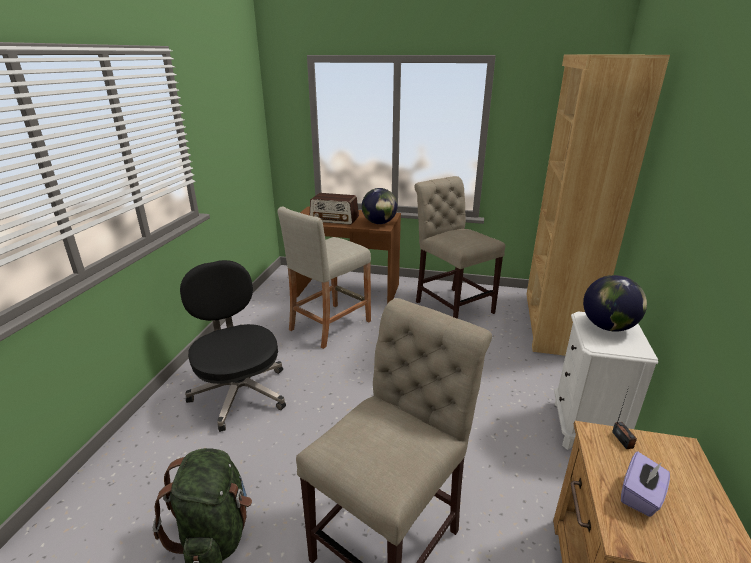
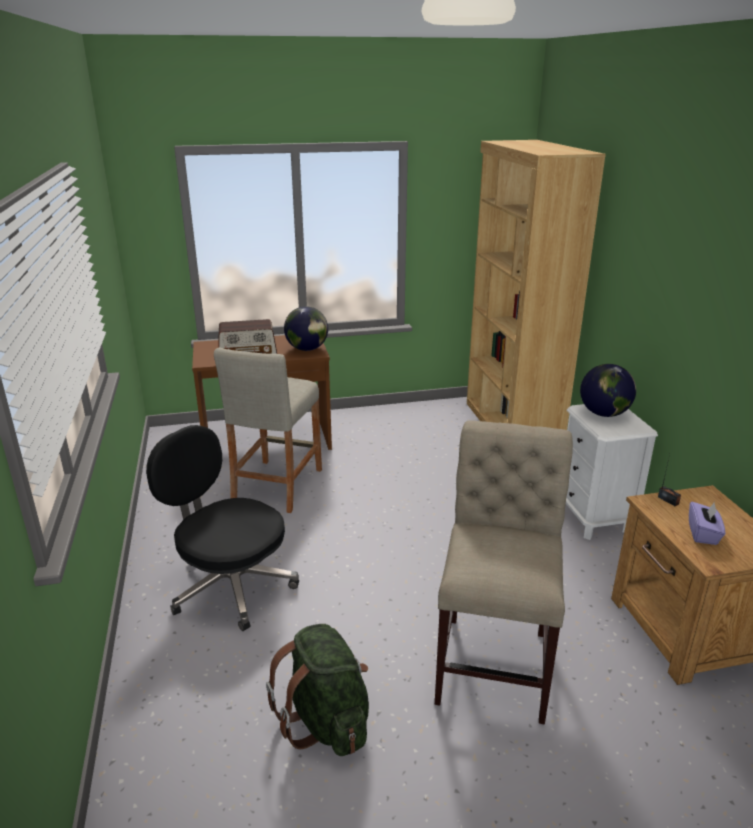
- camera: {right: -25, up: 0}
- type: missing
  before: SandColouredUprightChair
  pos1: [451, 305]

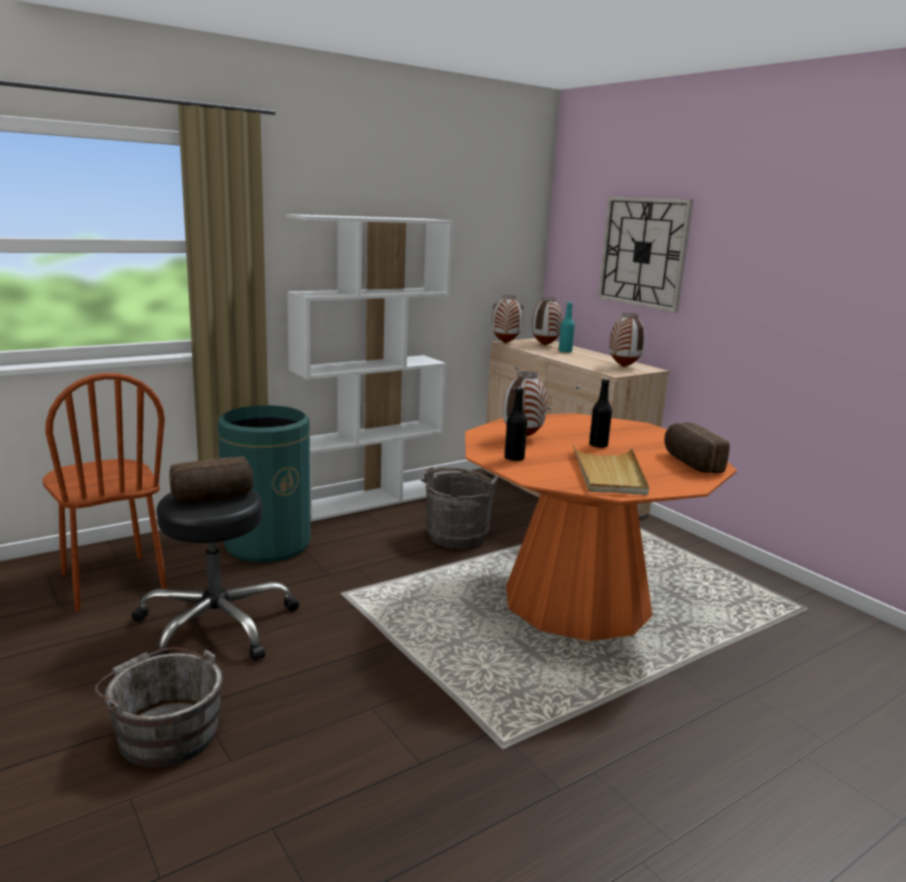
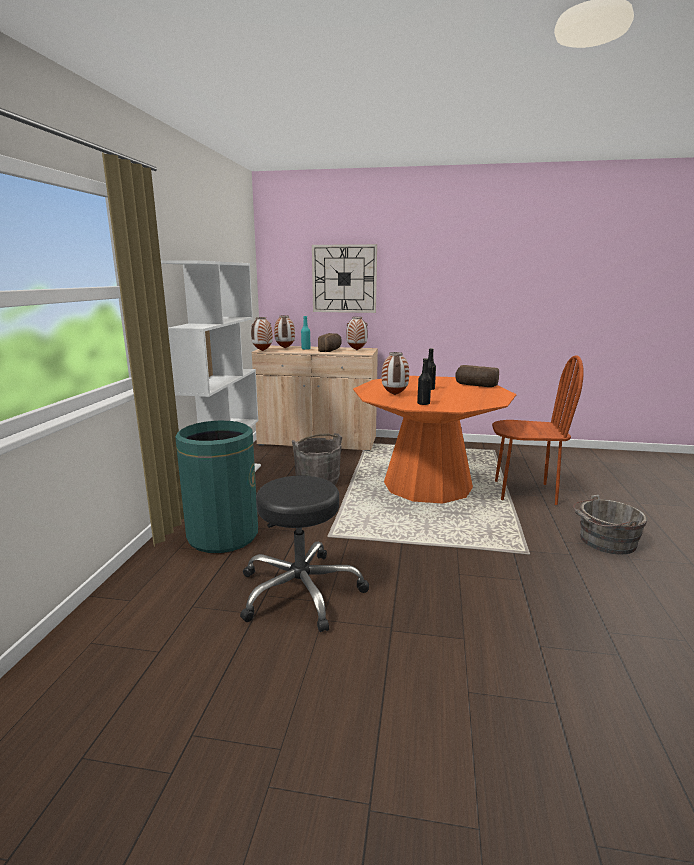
- camera: {right: -45, up: 0}
- type: relocated
  before: BrownUprightChair
  pos1: [112, 582]
  pos2: [524, 492]
- type: relocated
  before: GreyBucket
  pos1: [165, 732]
  pos2: [604, 541]
- type: relocated
  before: BakeryBread
  pos1: [213, 498]
  pos2: [331, 350]
- type: missing
  before: SandColouredCarryingTray
  pos1: [609, 474]

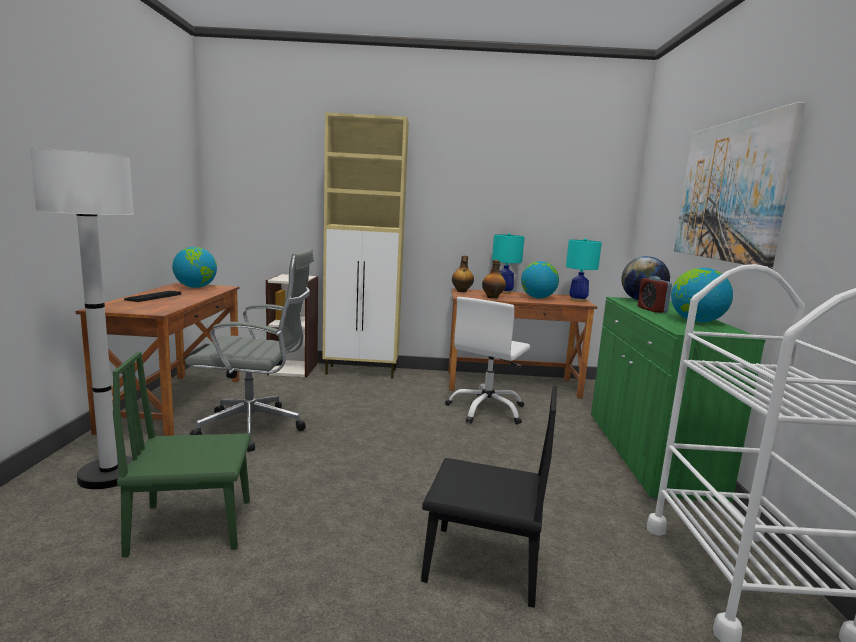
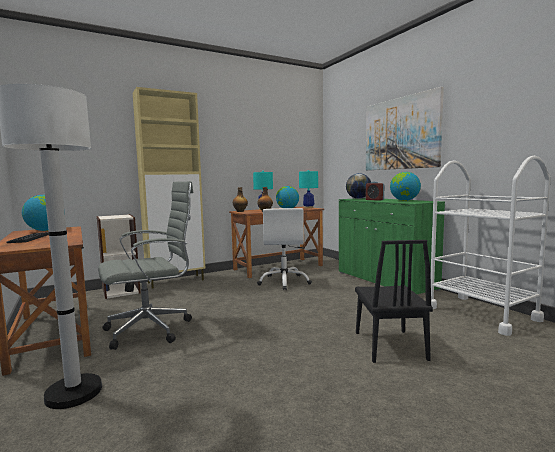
- camera: {right: -30, up: -5}
- type: missing
  before: GreenUprightChair
  pos1: [192, 526]
- type: spun
  before: BlackUprightChair
  pos1: [482, 564]
  pos2: [389, 345]
  turn: 105

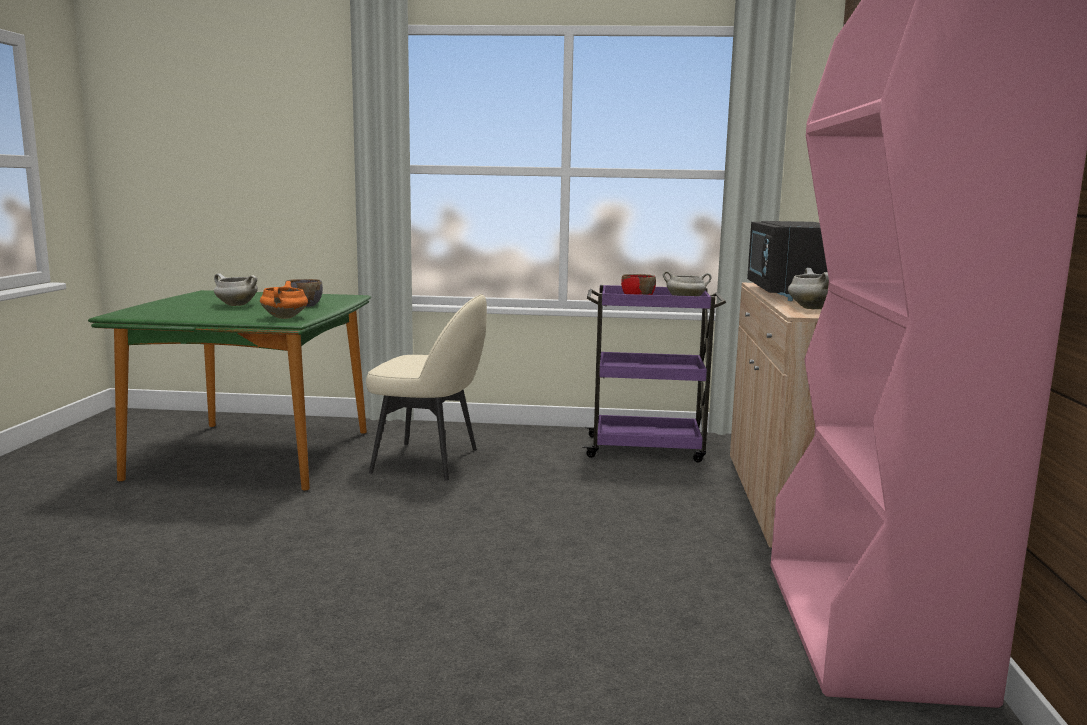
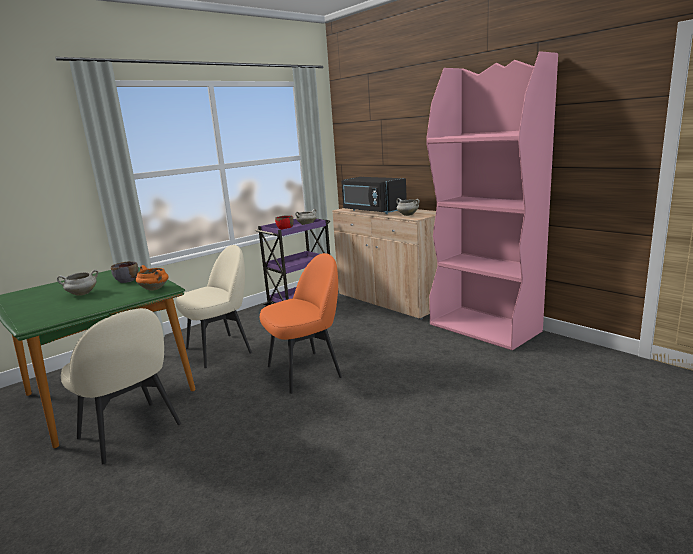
- camera: {right: -45, up: 5}
- type: appeared
  after: SandColouredUprightChair
  pos2: [131, 432]
- type: appeared
  after: OrangeColouredUprightChair
  pos2: [306, 371]

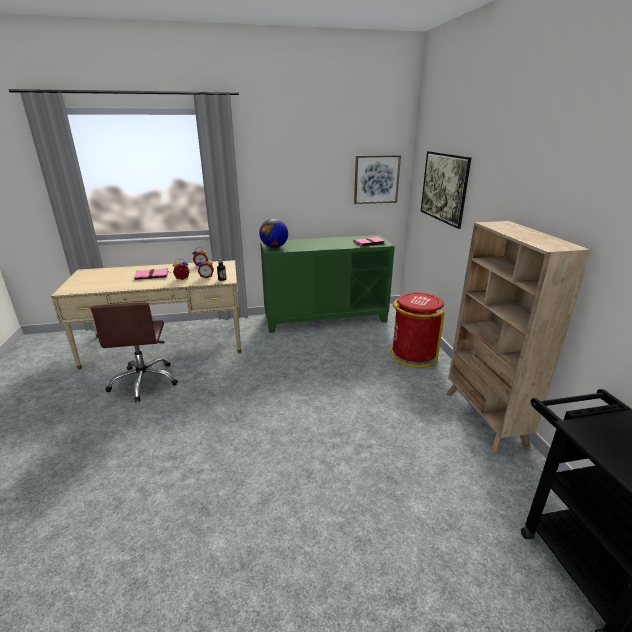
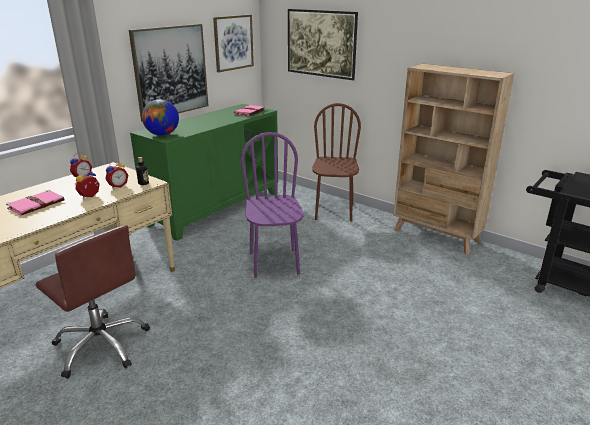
- camera: {right: -40, up: 0}
- type: exchanged
  before: ReddishTrashCan
  after: BrownUprightChair
  pos1: [413, 354]
  pos2: [333, 212]
- type: appeared
  after: WallPicture
  pos2: [170, 71]
- type: appeared
  after: PurpleUprightChair
  pos2: [274, 263]

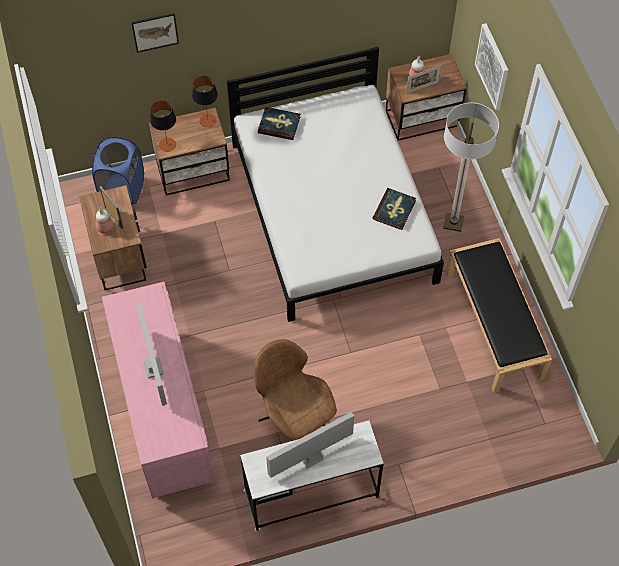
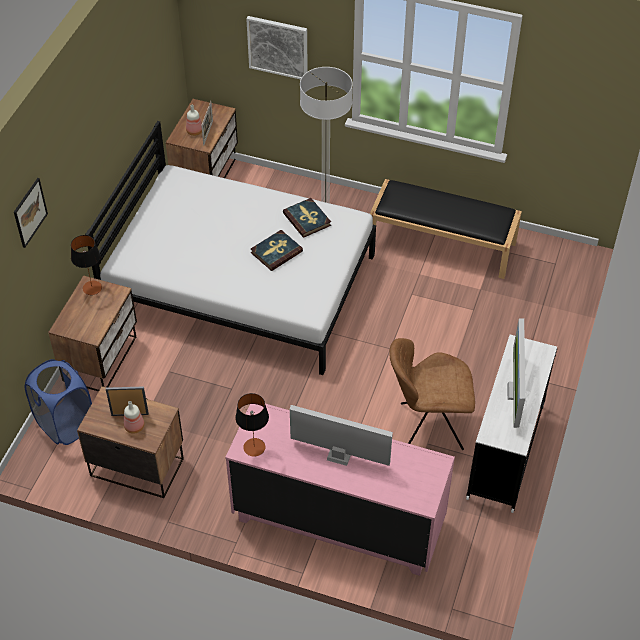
- camera: {right: -55, up: -10}
- type: relocated
  before: TableLamp
  pos1: [167, 144]
  pos2: [254, 447]
- type: relocated
  before: BoundBook
  pos1: [279, 125]
  pos2: [276, 252]

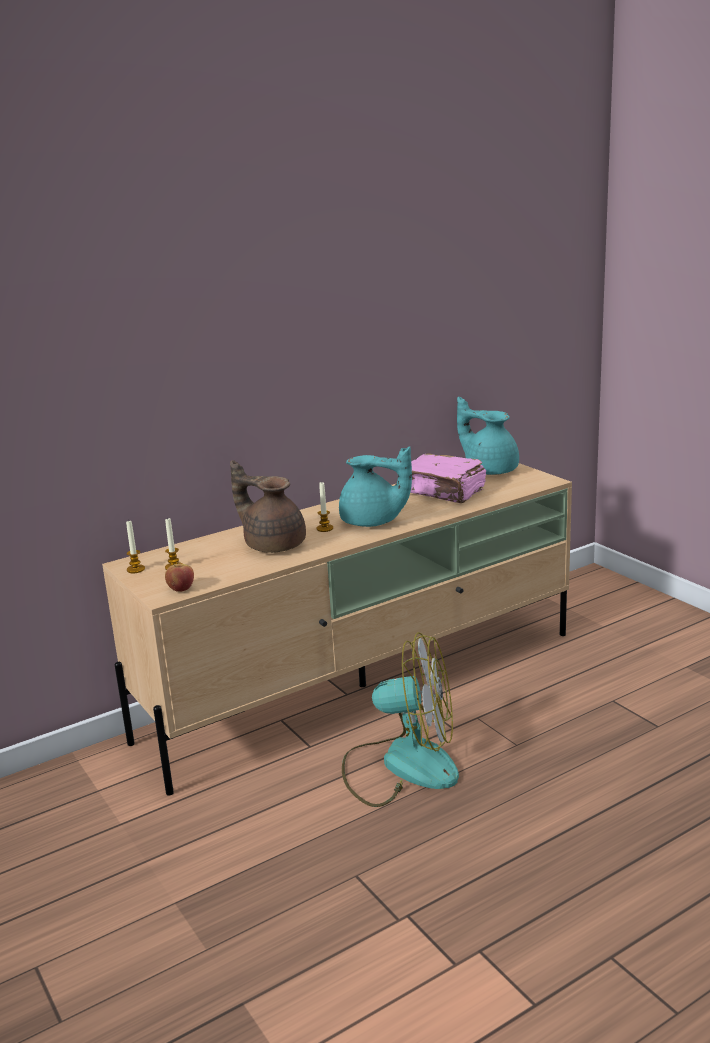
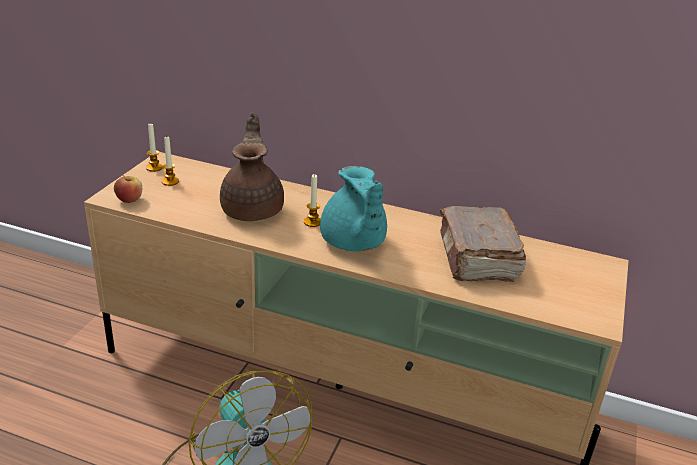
- camera: {right: 50, up: 10}
- type: colour
  before: PinkBoundBook
  after: BrownBoundBook
  pos1: [443, 492]
  pos2: [477, 258]
- type: missing
  before: BlueGreenTeapot
  pos1: [489, 469]

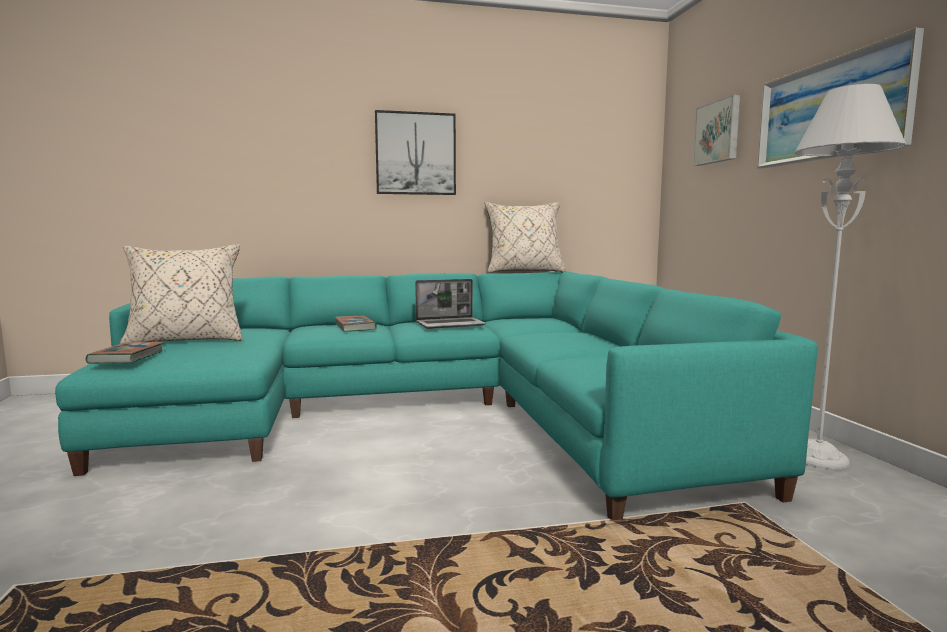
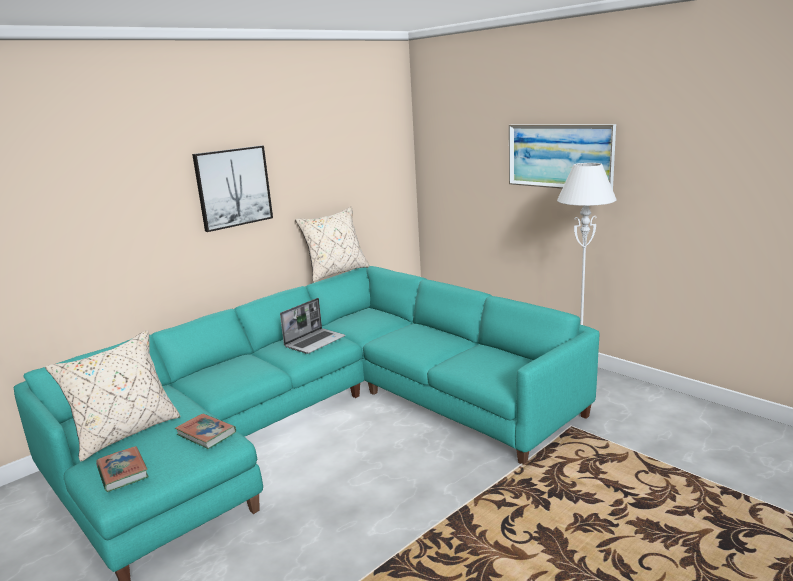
- camera: {right: -30, up: 10}
- type: relocated
  before: BoundBook
  pos1: [355, 327]
  pos2: [206, 434]
- type: missing
  before: WallPicture
  pos1: [718, 132]

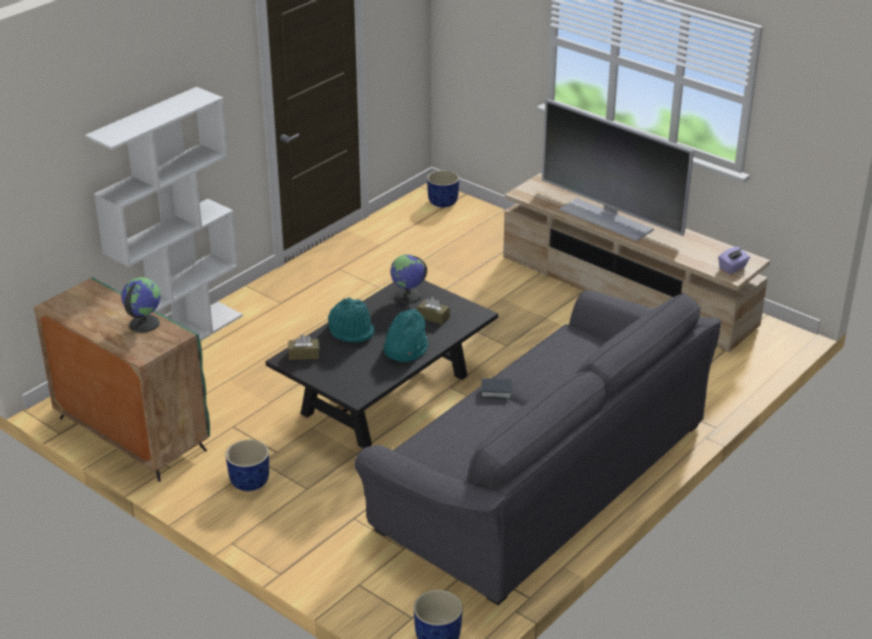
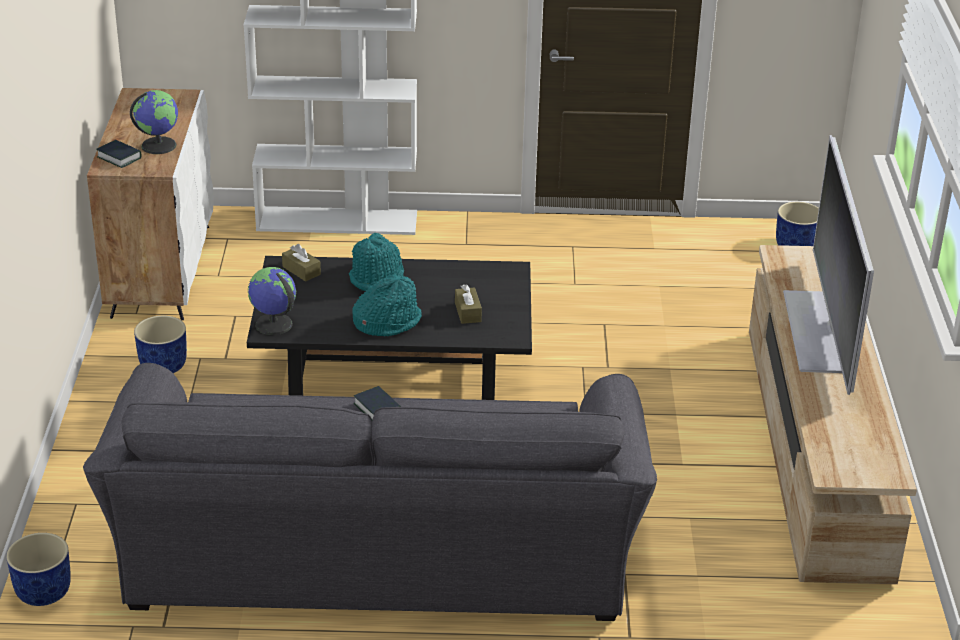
- camera: {right: 50, up: 0}
- type: colour
  before: GreenCabinet
  after: WhitishCabinet
  pos1: [131, 434]
  pos2: [161, 270]
- type: relocated
  before: WorldGlobe
  pos1: [408, 296]
  pos2: [273, 324]
- type: missing
  before: PurpleTissueBox
  pos1: [733, 268]
- type: appeared
  after: BoundBook
  pos2: [119, 157]

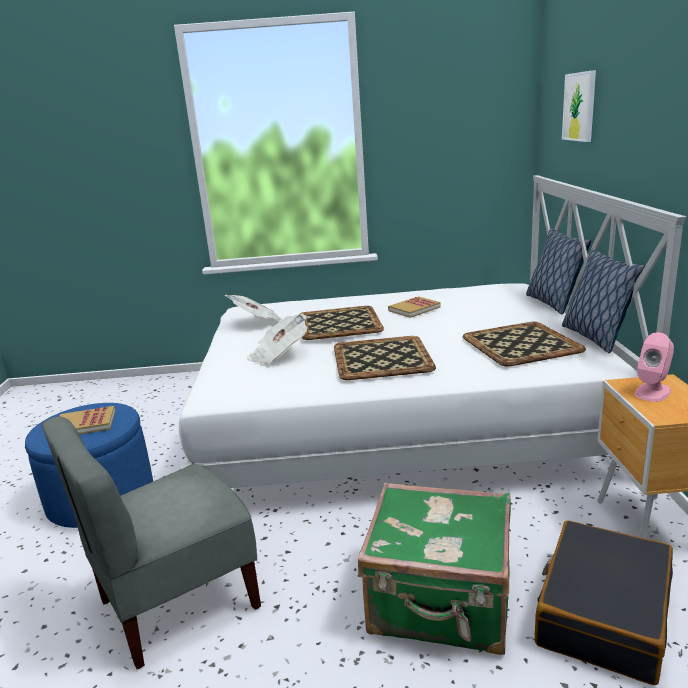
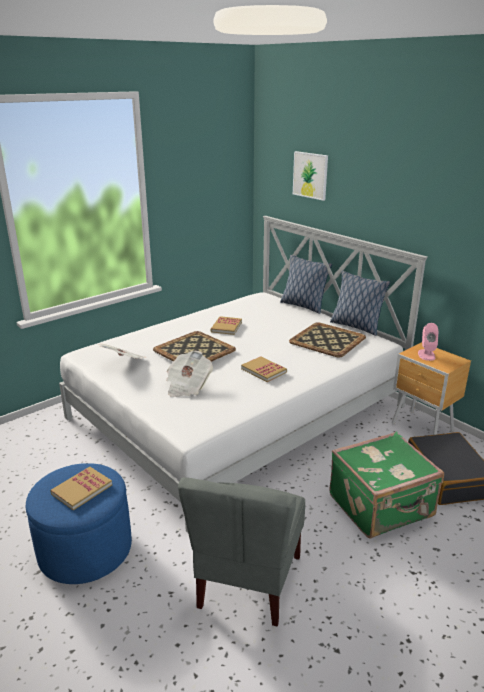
- camera: {right: -40, up: 5}
- type: exchanged
  before: CarryingTray
  after: BoundBook
  pos1: [381, 358]
  pos2: [263, 370]

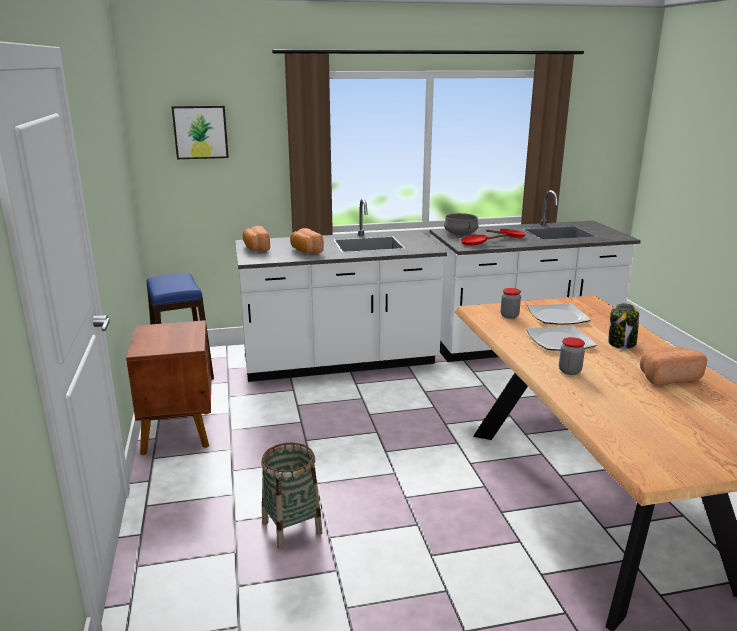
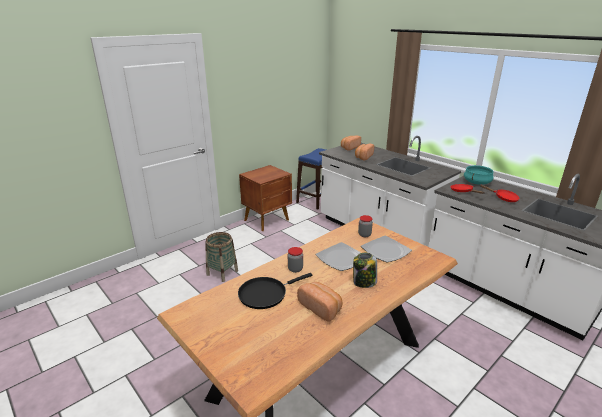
- camera: {right: 60, up: 5}
- type: missing
  before: WallPicture
  pos1: [200, 132]
- type: colour
  before: GreyCookingPot
  after: BlueGreenCookingPot
  pos1: [460, 234]
  pos2: [476, 182]
- type: appeared
  after: BlackFryingPan
  pos2: [265, 294]

